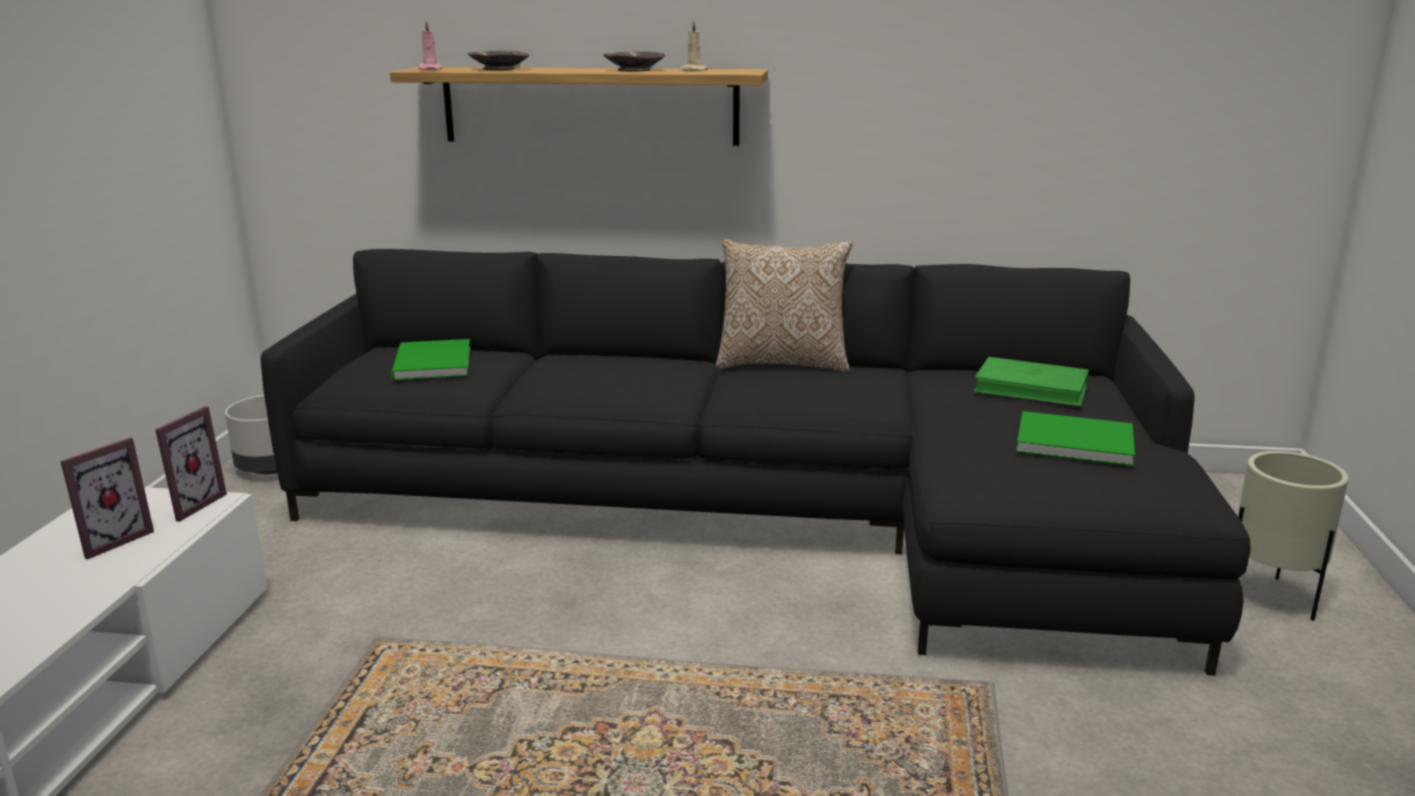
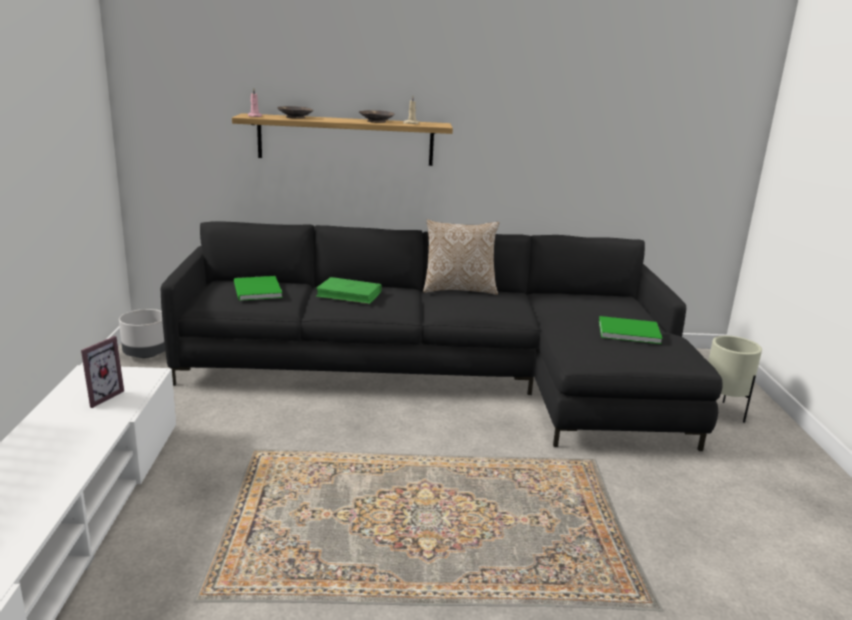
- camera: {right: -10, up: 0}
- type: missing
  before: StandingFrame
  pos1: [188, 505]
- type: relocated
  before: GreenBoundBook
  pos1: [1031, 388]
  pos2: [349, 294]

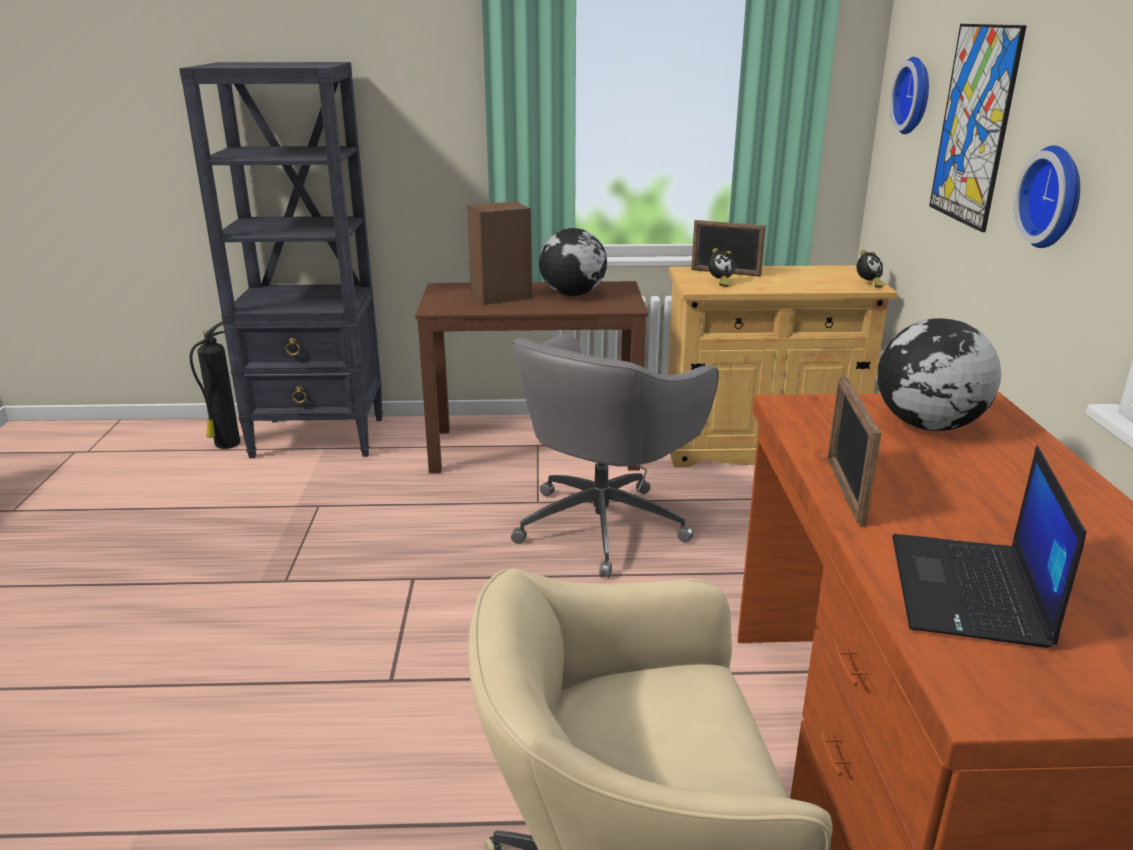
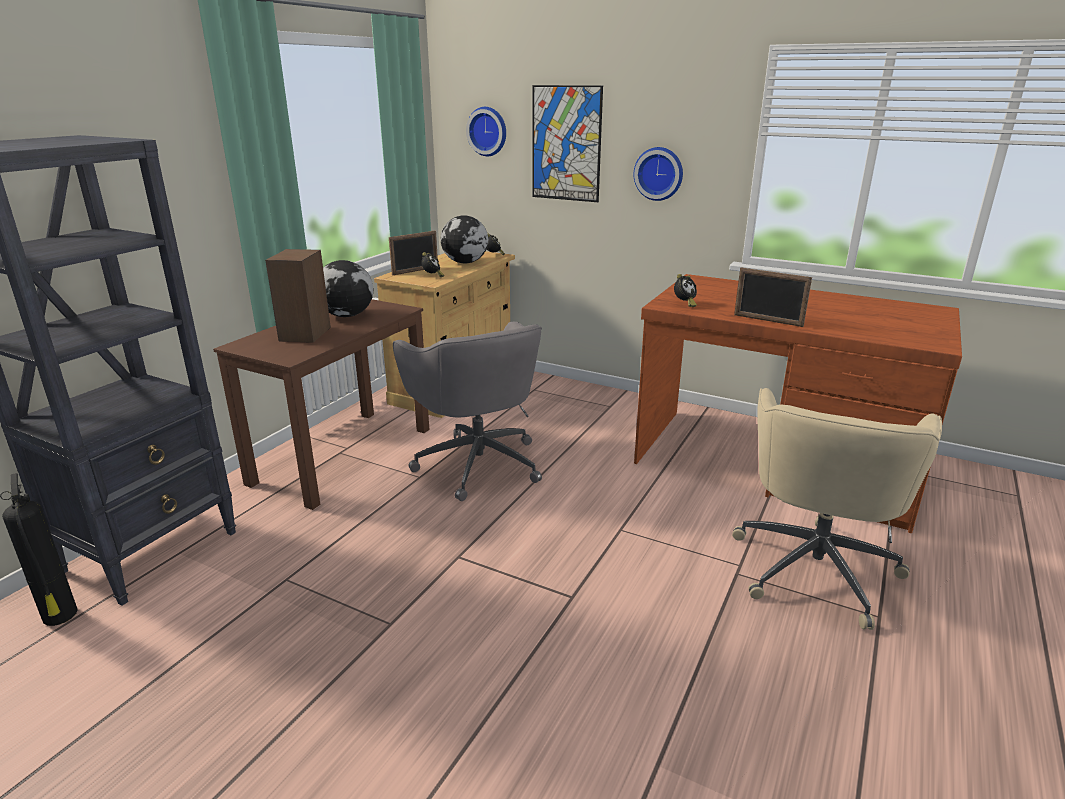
- camera: {right: -60, up: 0}
- type: relocated
  before: WorldGlobe
  pos1: [927, 426]
  pos2: [465, 263]
- type: missing
  before: NotebookComputer
  pos1: [970, 591]
- type: appeared
  after: BedsideClock
  pos2: [684, 304]

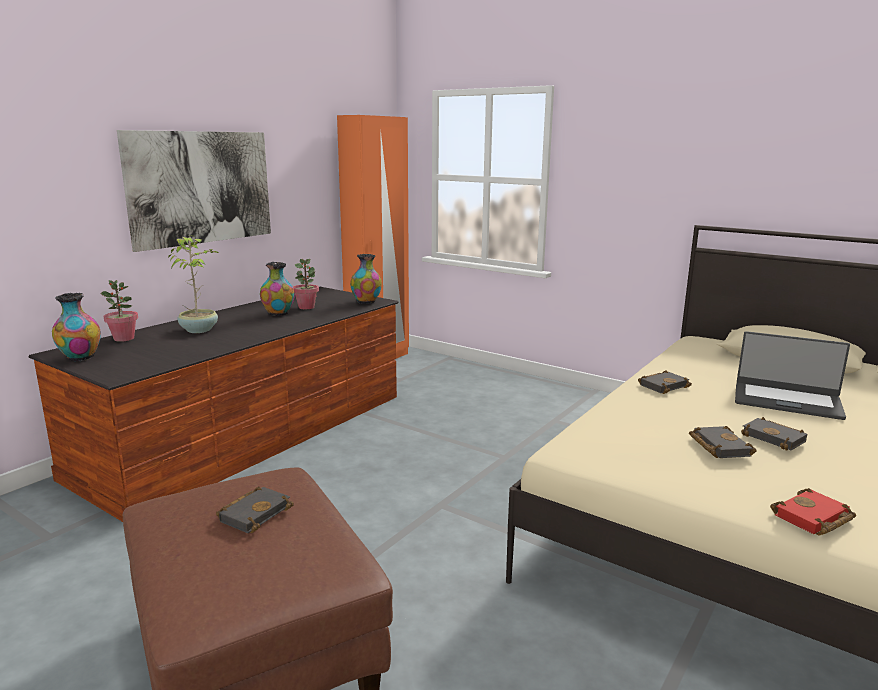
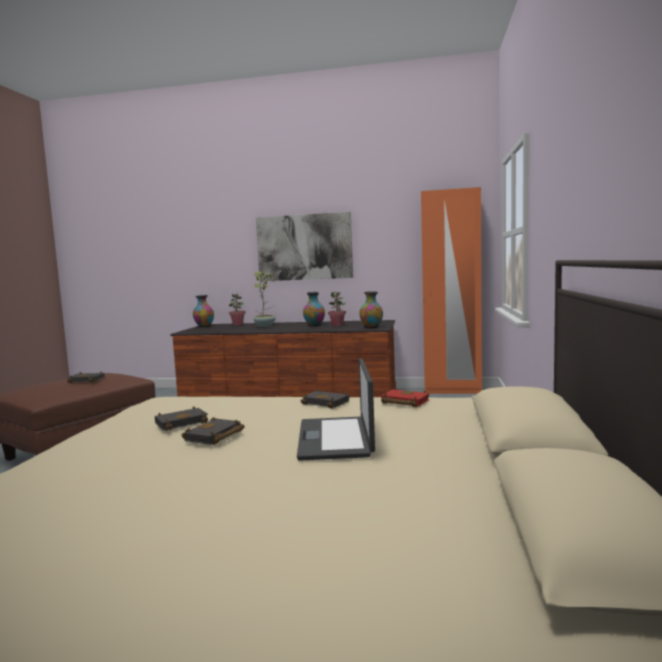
- camera: {right: 65, up: -10}
- type: relocated
  before: ReddishBoundBook
  pos1: [813, 519]
  pos2: [403, 402]

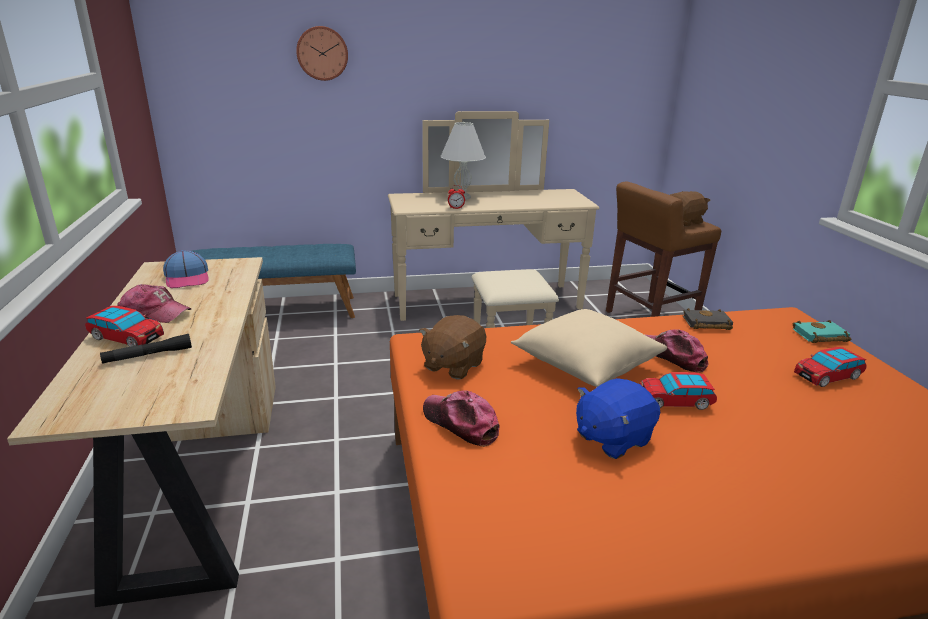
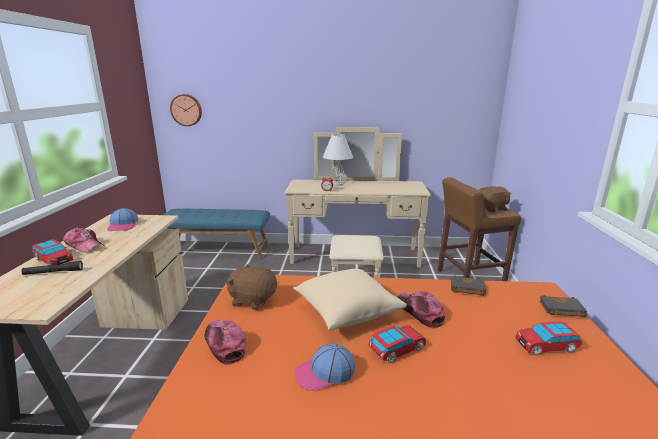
- camera: {right: 15, up: -5}
- type: relocated
  before: ClockOnTheWall
  pos1: [322, 53]
  pos2: [186, 110]
- type: spun
  before: BrownSoftToy
  pos1: [452, 365]
  pos2: [253, 300]
  turn: 60
- type: exchanged
  before: BlueColouredSoftToy
  after: Cap
  pos1: [612, 438]
  pos2: [324, 373]
- type: spun
  before: ToyCar
  pos1: [675, 401]
  pos2: [397, 349]
  turn: 135
- type: colour
  before: BlueGreenBoundBook
  after: BlackBoundBook
  pos1: [819, 336]
  pos2: [561, 310]

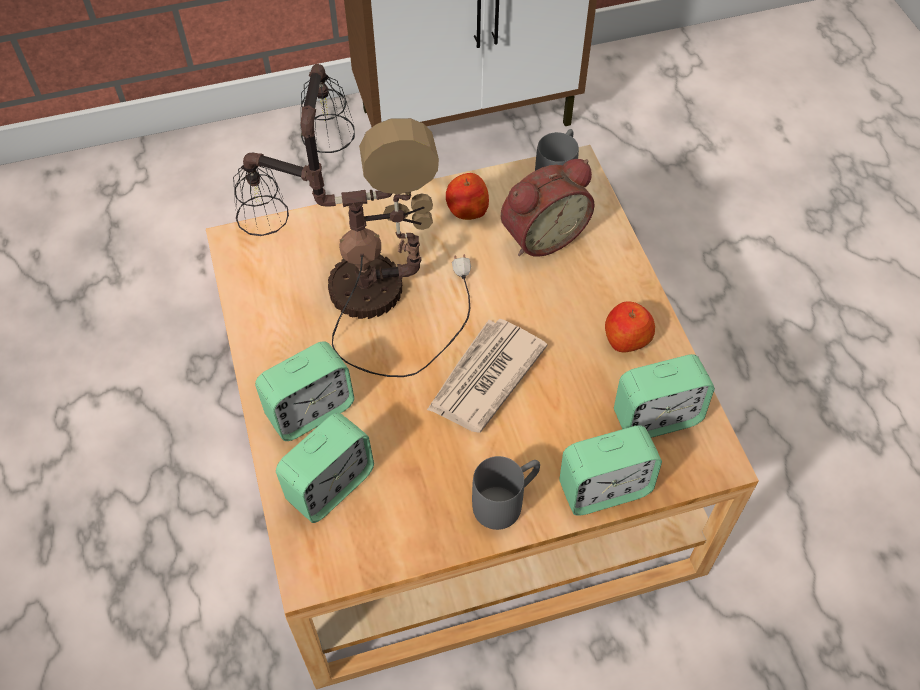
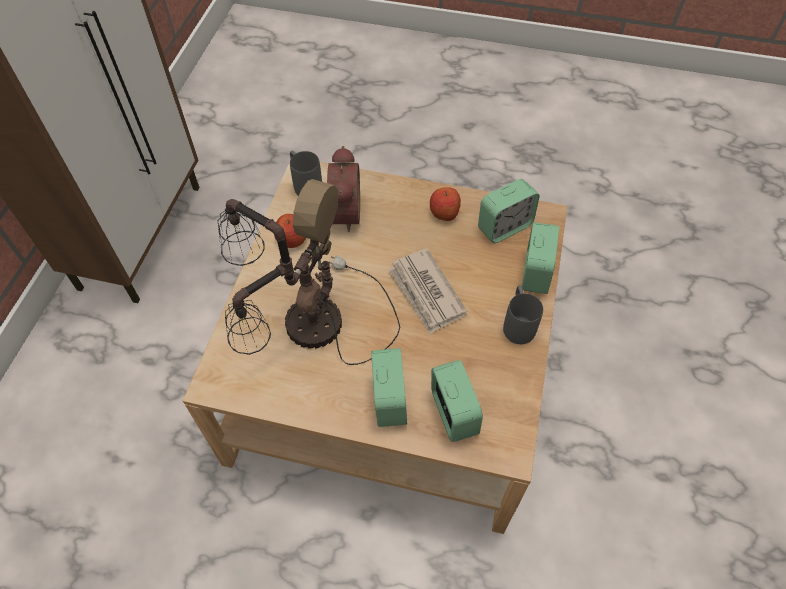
- camera: {right: -60, up: 0}
- type: spun
  before: BedsideClock
  pos1: [656, 418]
  pos2: [504, 227]
  turn: 45

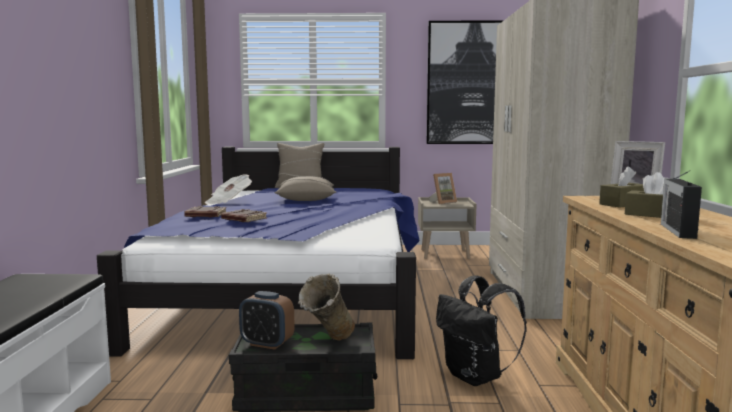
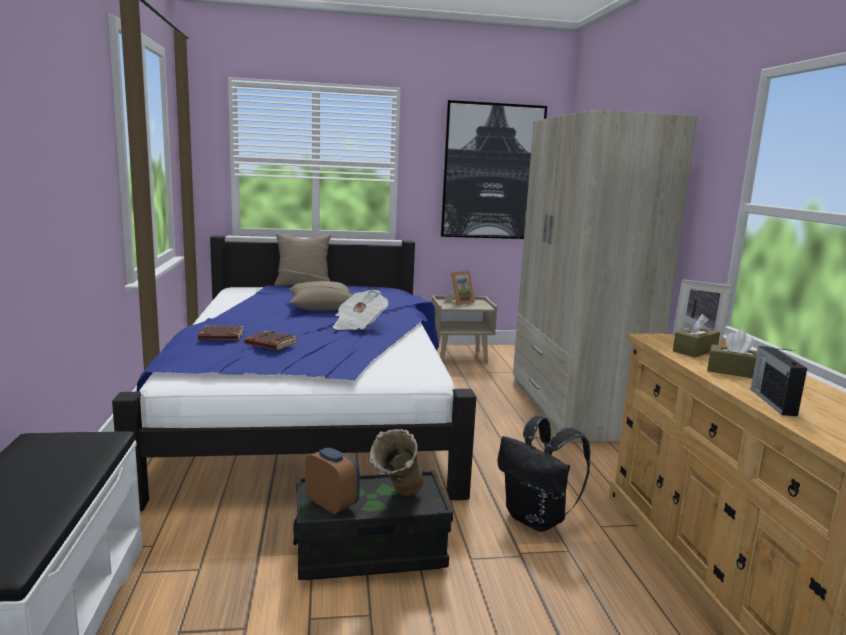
- camera: {right: -10, up: 5}
- type: relocated
  before: PrintedPaper
  pos1: [228, 202]
  pos2: [358, 325]
- type: spun
  before: BedsideClock
  pos1: [267, 344]
  pos2: [332, 504]
  turn: -150

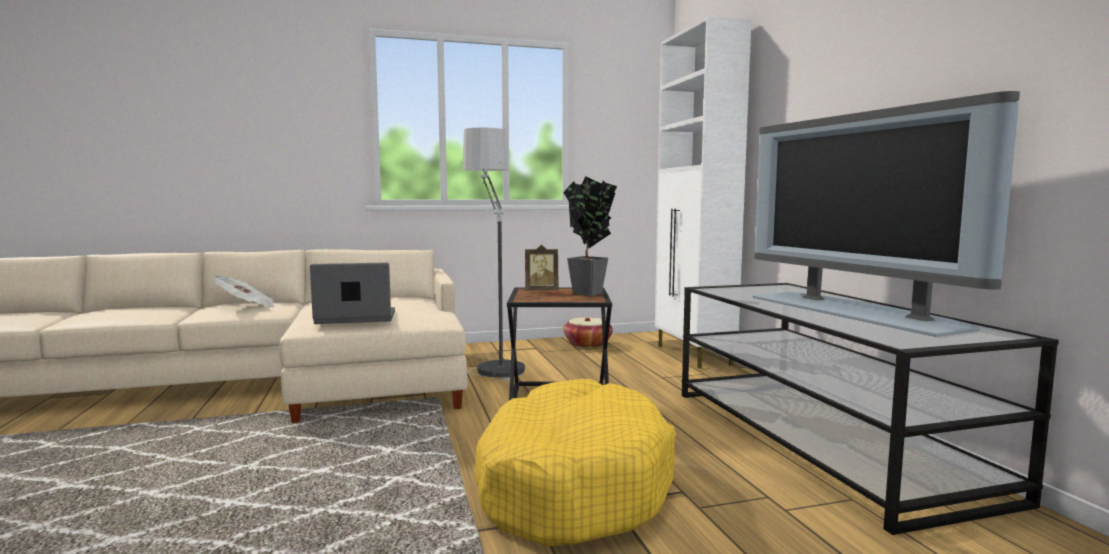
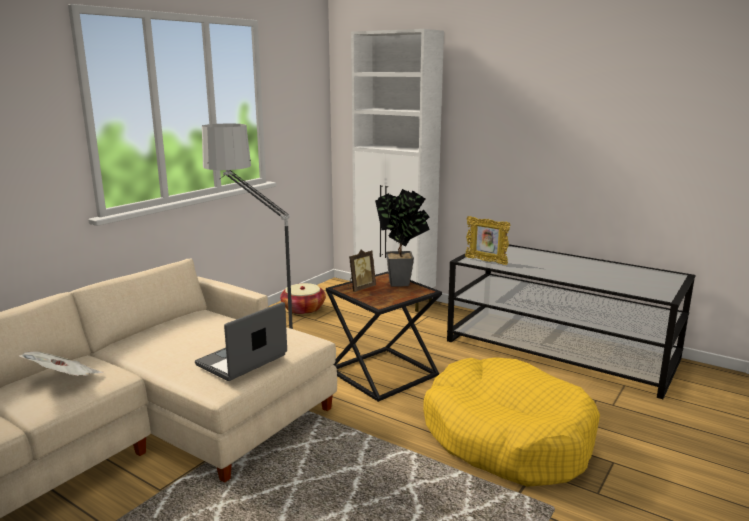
- camera: {right: -40, up: 10}
- type: missing
  before: Tv
  pos1: [855, 311]
- type: appeared
  after: StandingFrame
  pos2: [486, 261]

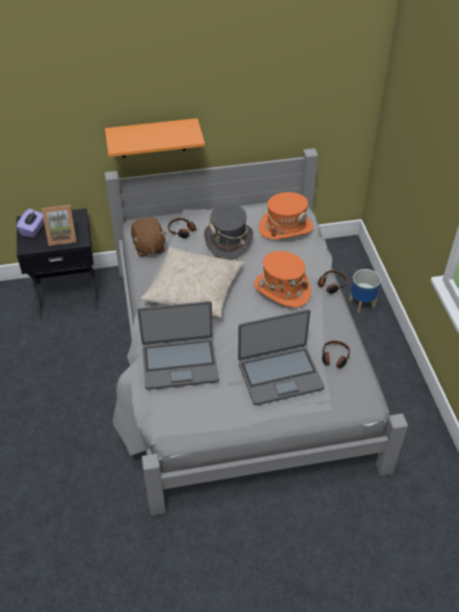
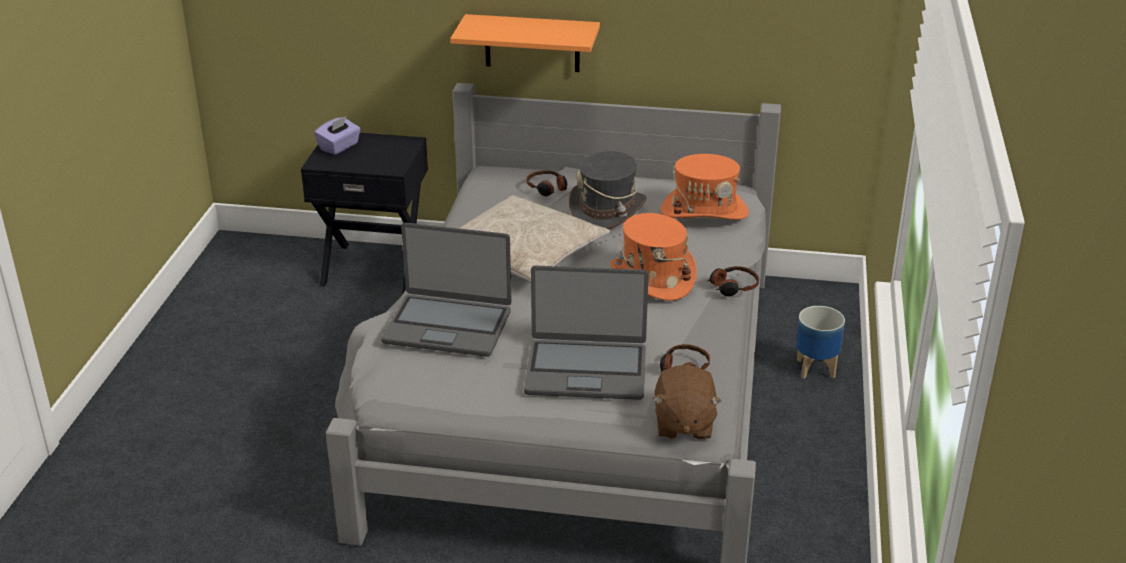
- camera: {right: 20, up: -15}
- type: missing
  before: StandingFrame
  pos1: [62, 237]
- type: relocated
  before: BrownSoftToy
  pos1: [148, 247]
  pos2: [683, 424]

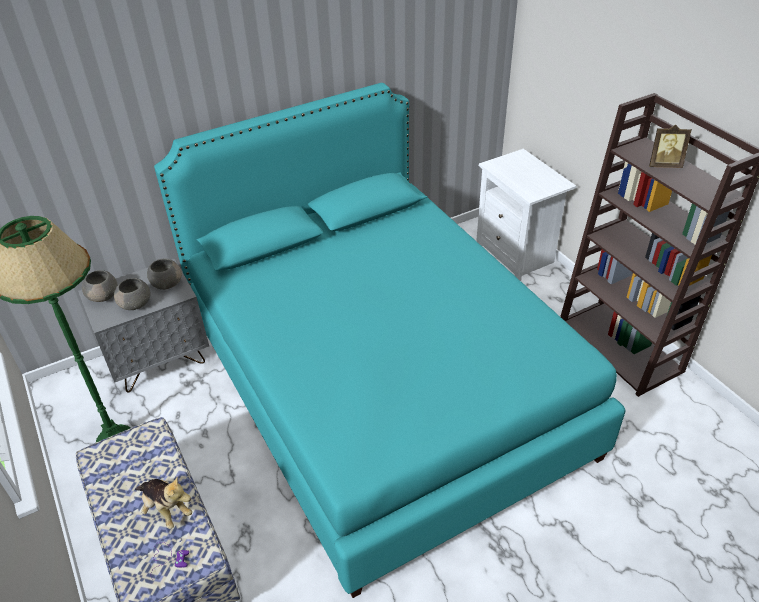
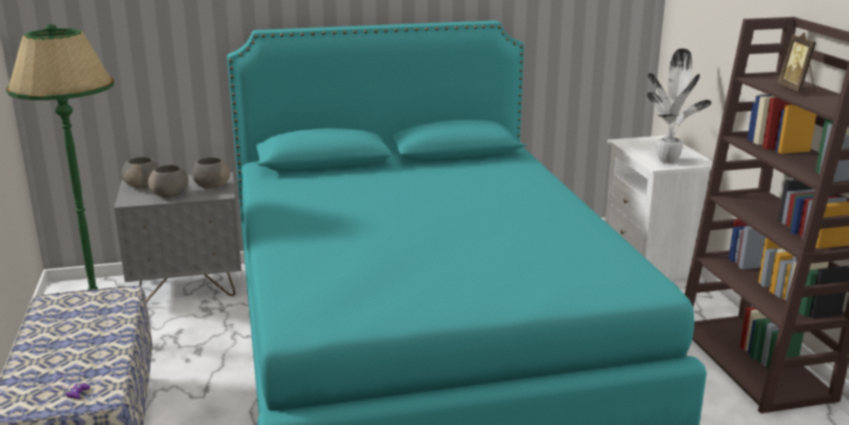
- camera: {right: 15, up: -20}
- type: missing
  before: SoftToy
  pos1: [166, 509]
- type: spun
  before: StandingFrame
  pos1: [664, 165]
  pos2: [796, 89]
  turn: 60
- type: appeared
  after: Houseplant
  pos2: [668, 160]

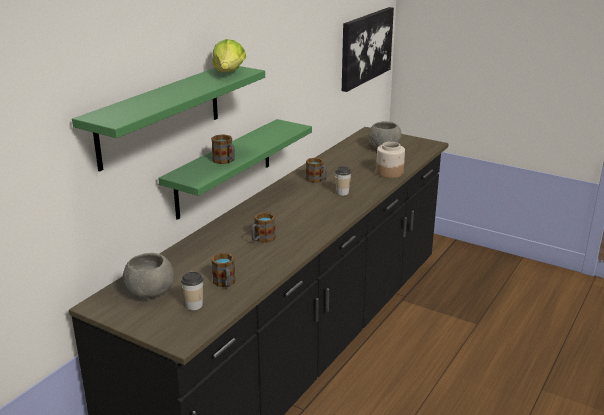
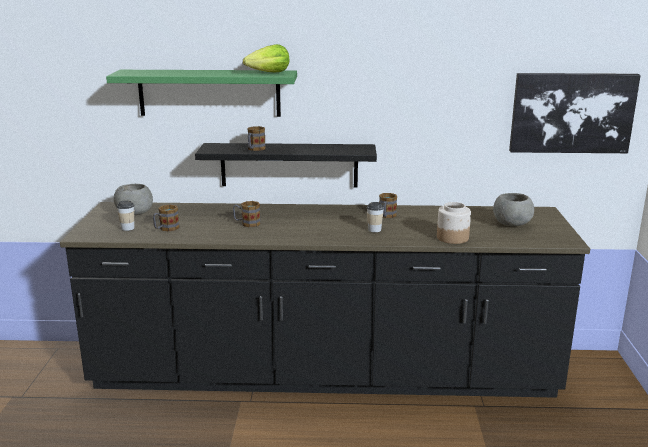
- camera: {right: 60, up: -5}
- type: colour
  before: GreenBracketShelf
  after: BlackBracketShelf
  pos1: [224, 168]
  pos2: [289, 165]

